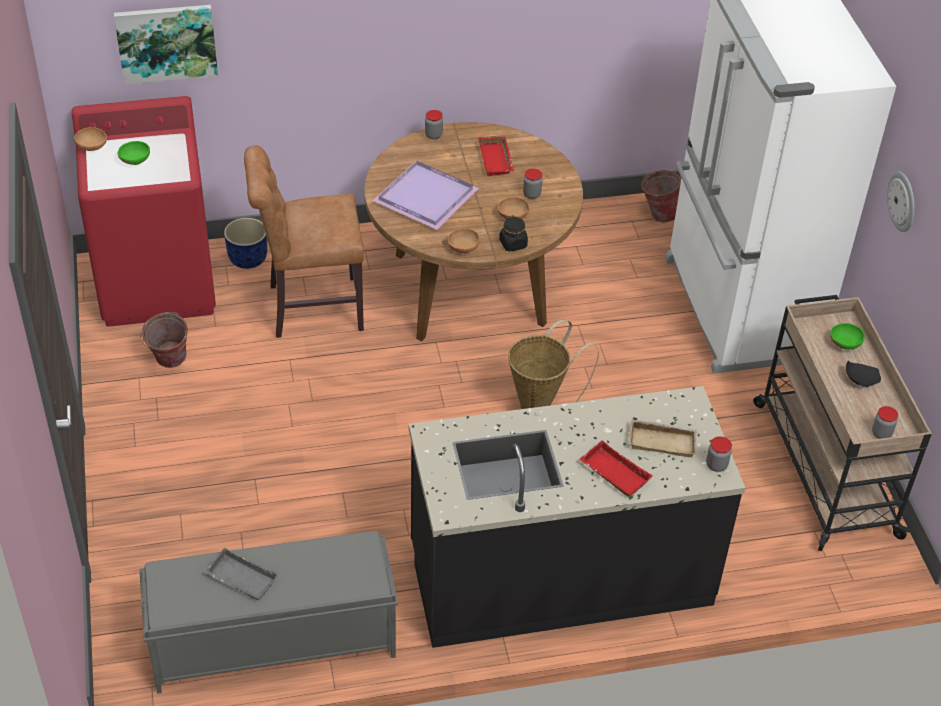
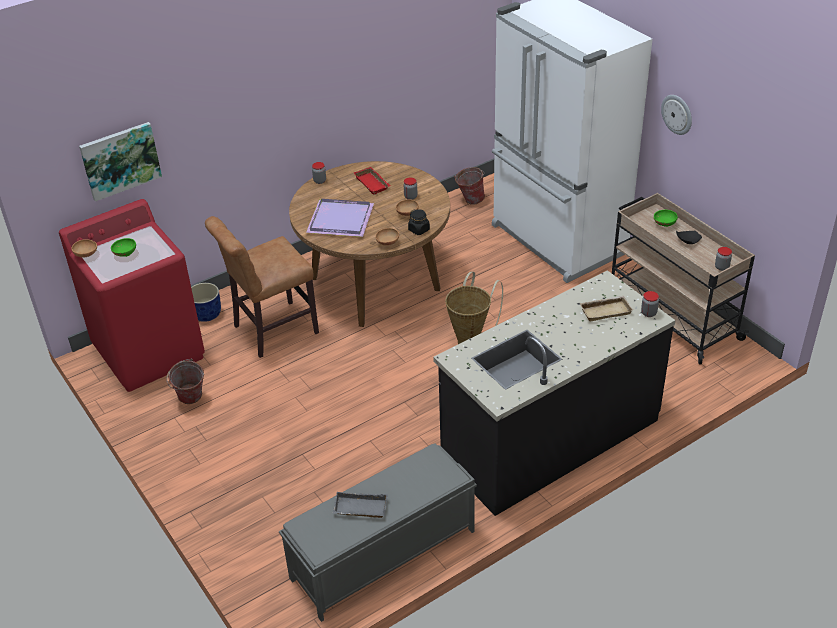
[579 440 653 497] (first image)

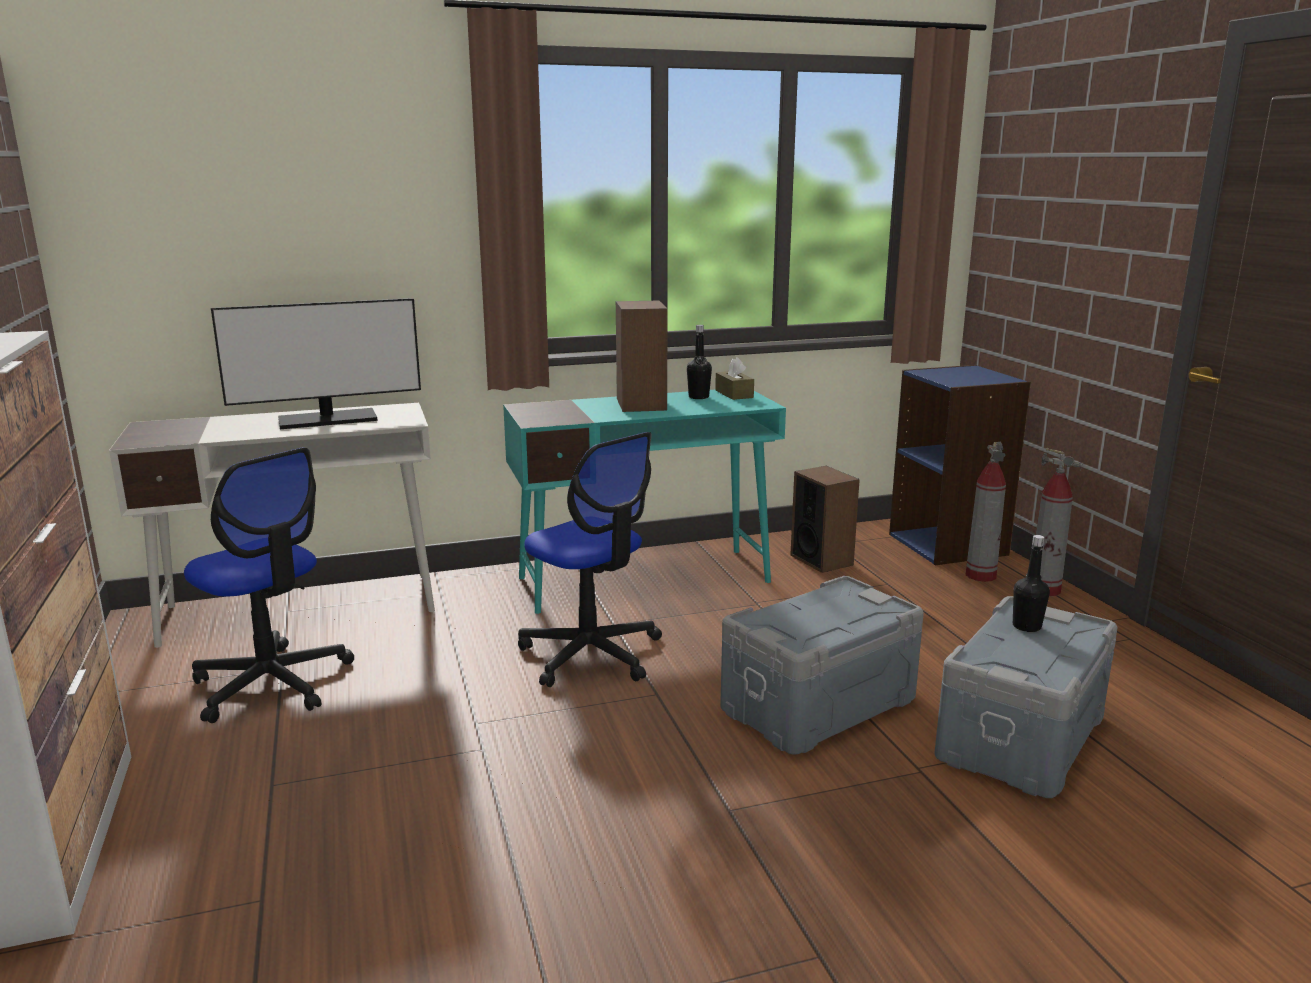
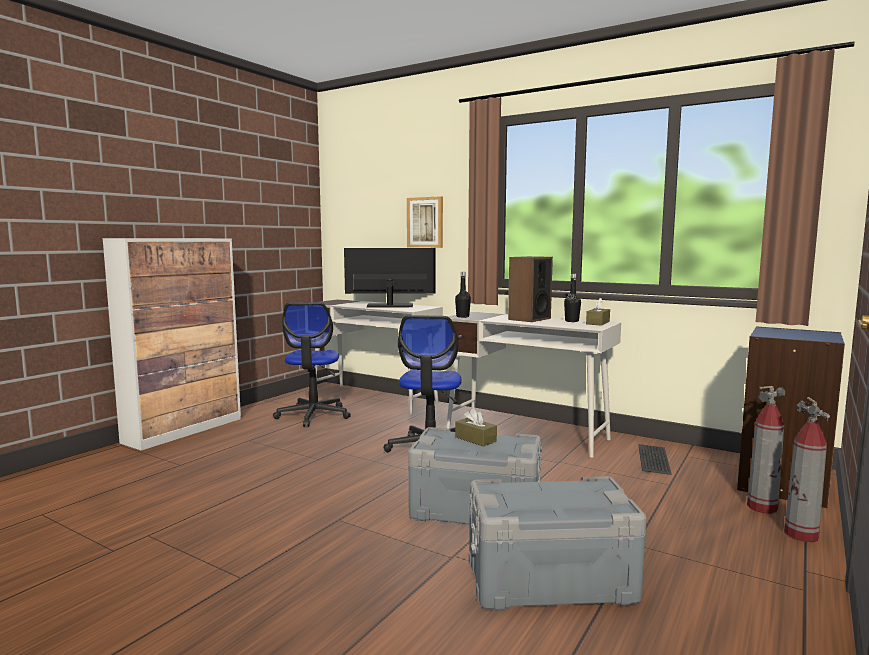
[344 248 435 308]
[407 196 443 248]
[446 311 621 457]
[455 272 471 318]
[455 408 497 447]
[638 444 671 475]

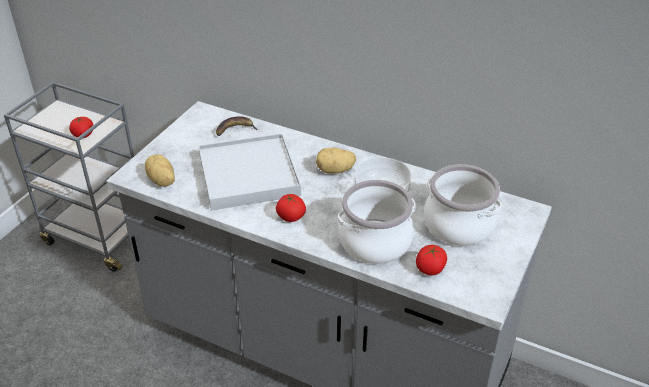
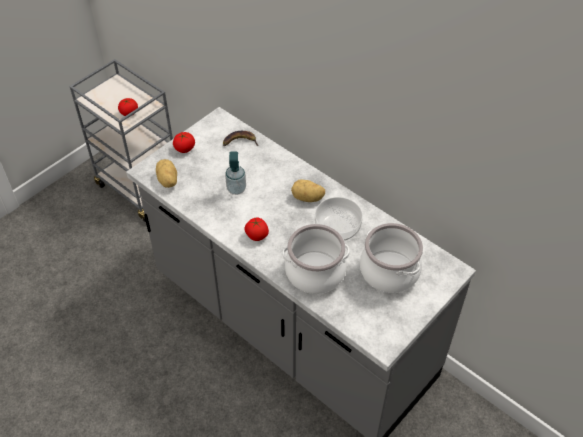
[173 132 195 153]
[225 152 246 195]

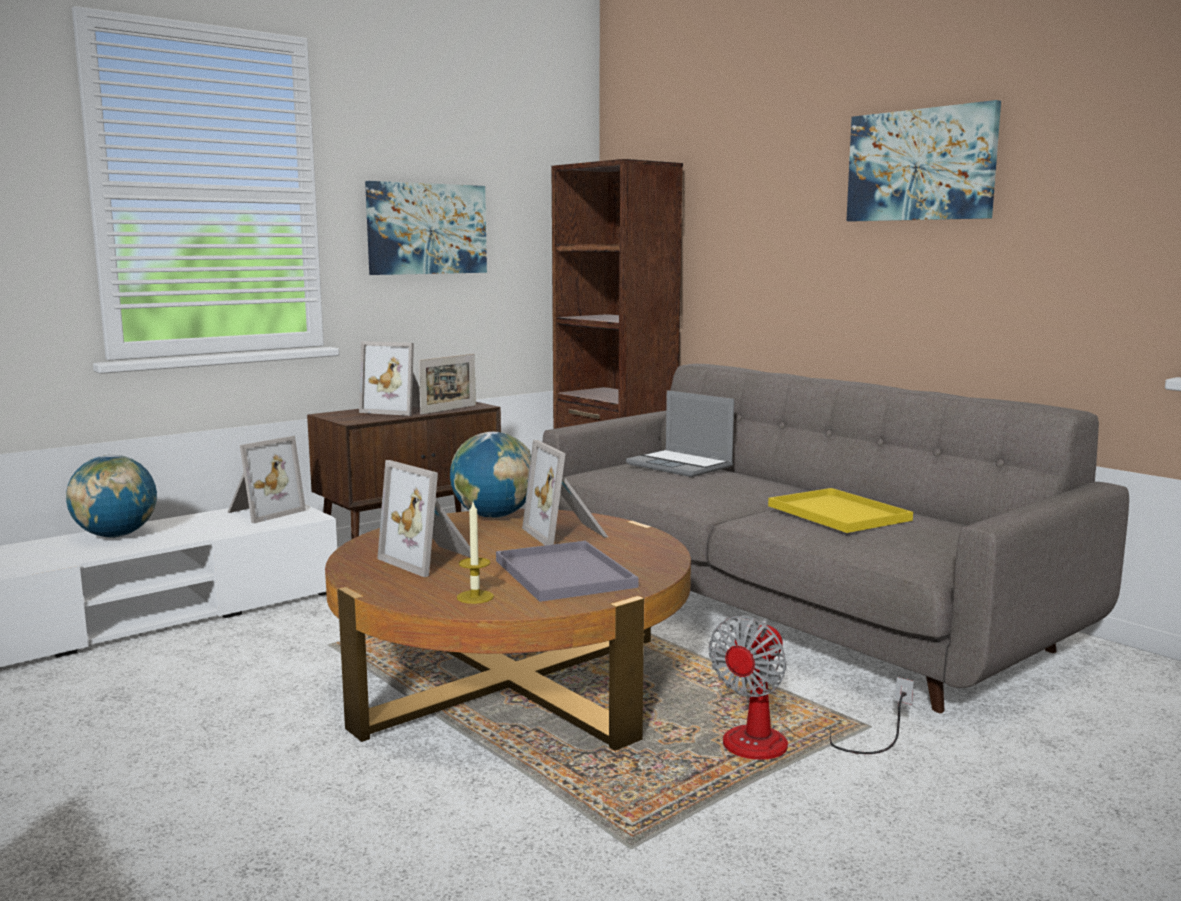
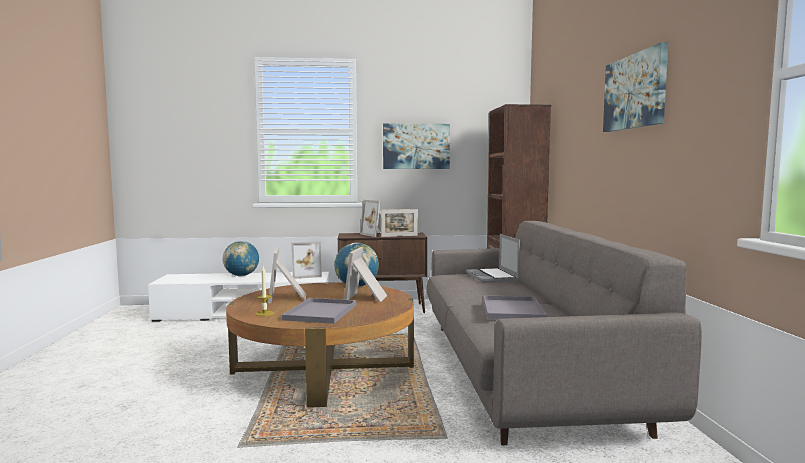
[483 295 547 319]
[709 615 914 760] (first image)

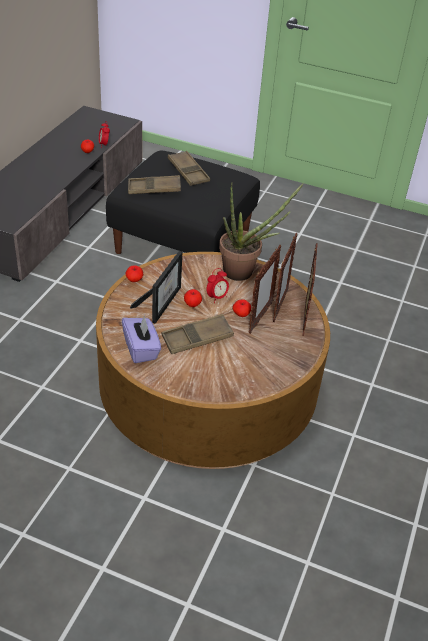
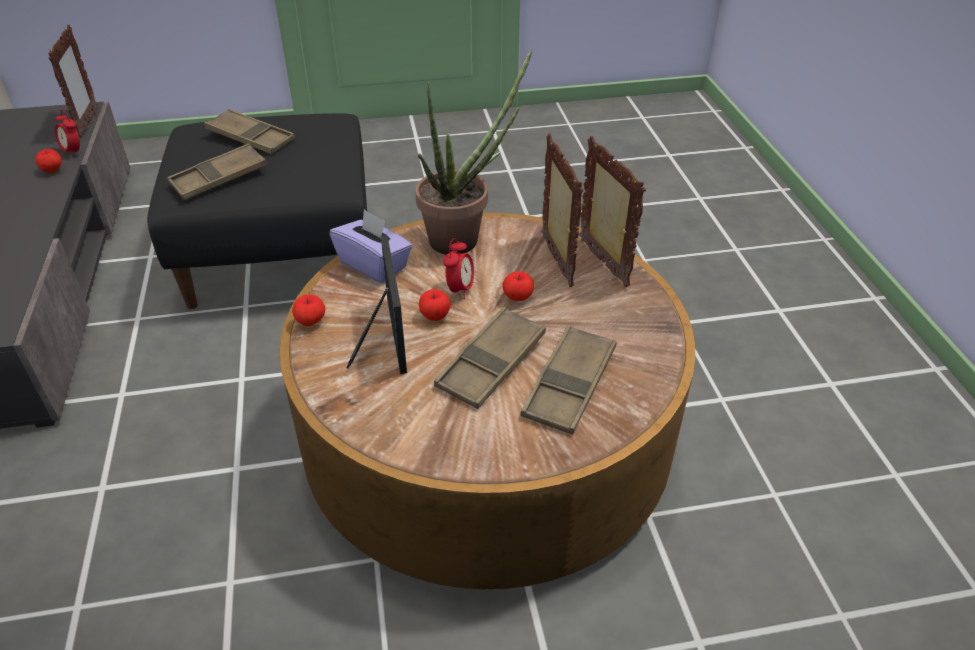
[49 25 98 138]
[329 209 412 283]
[520 325 617 435]

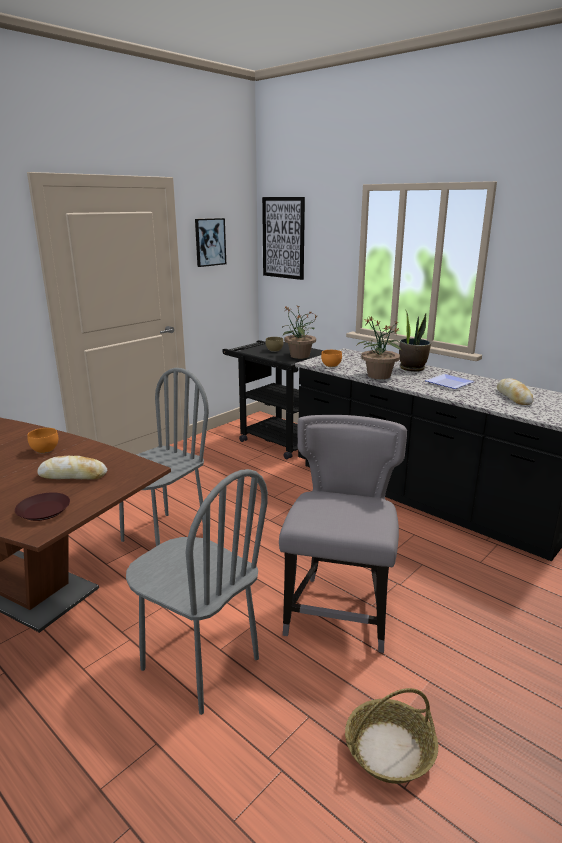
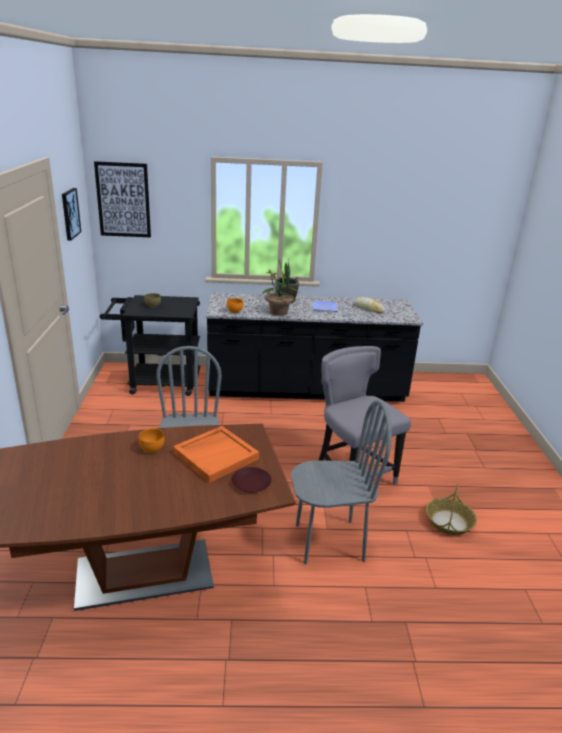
[173 426 259 483]
[283 306 317 359] (first image)

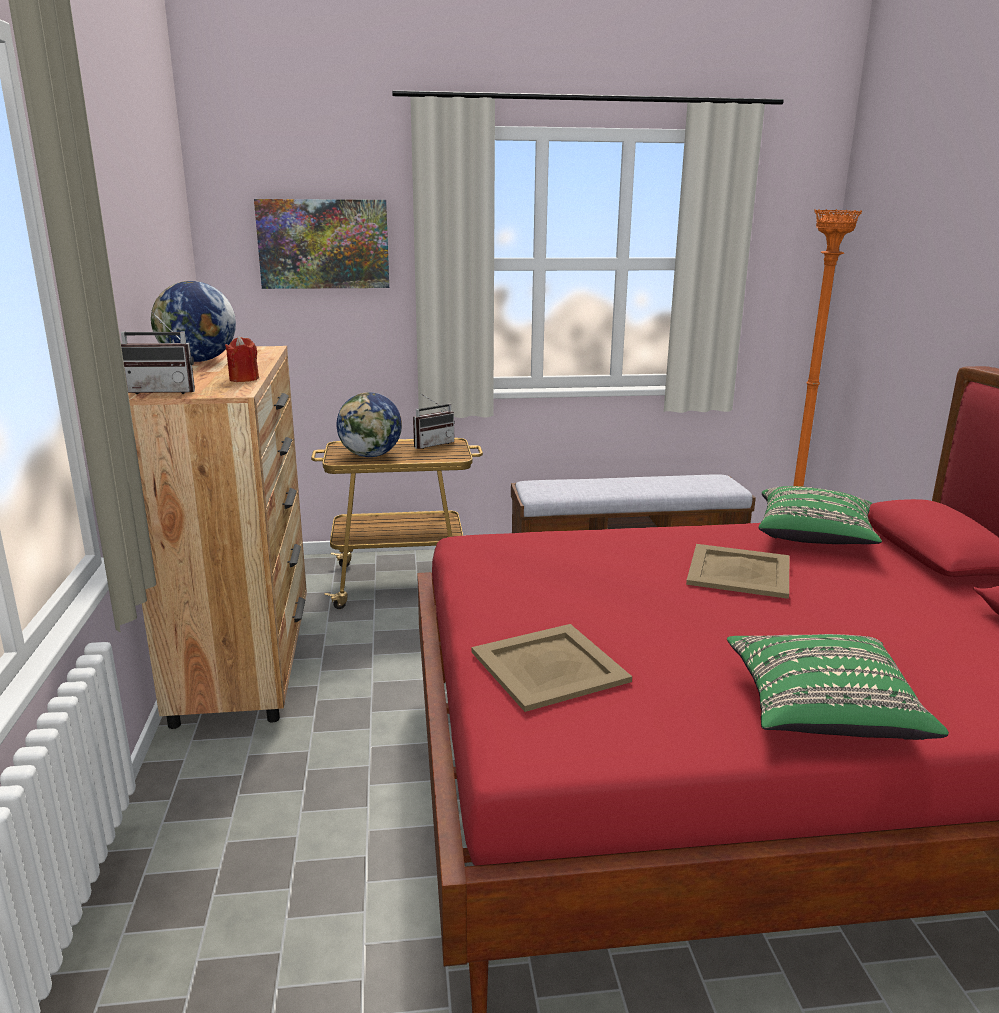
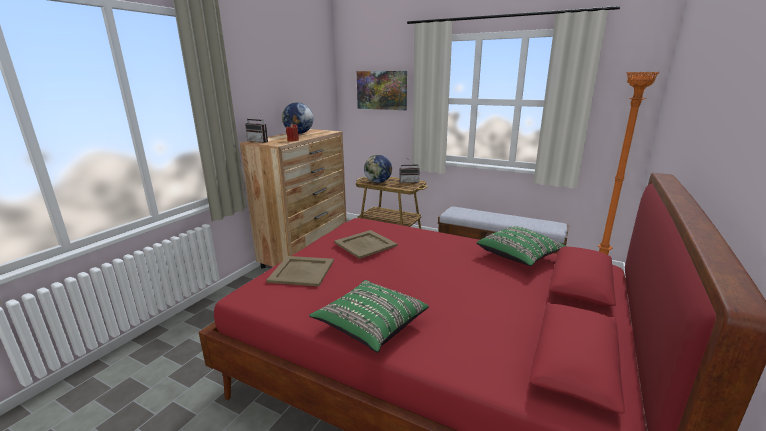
[334 230 397 259]

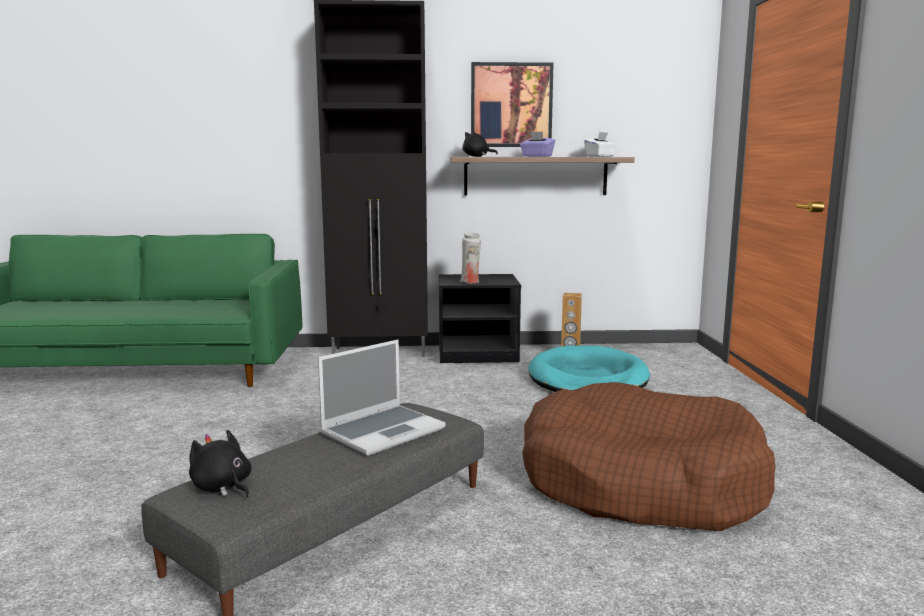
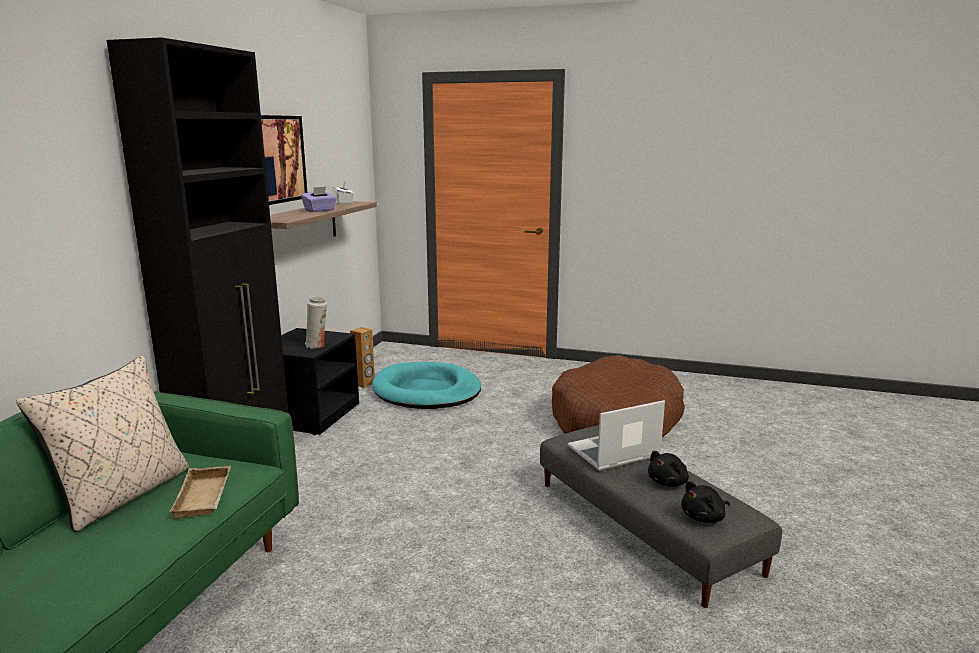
[16 356 189 532]
[169 466 231 519]
[568 400 665 471]
[648 451 689 487]

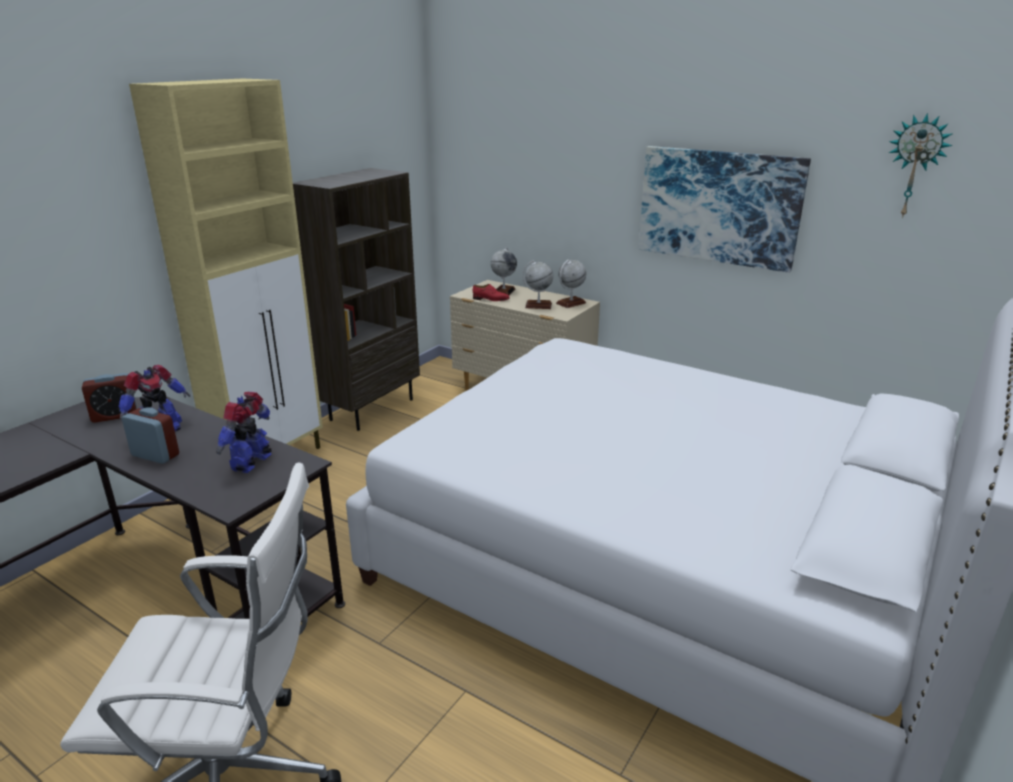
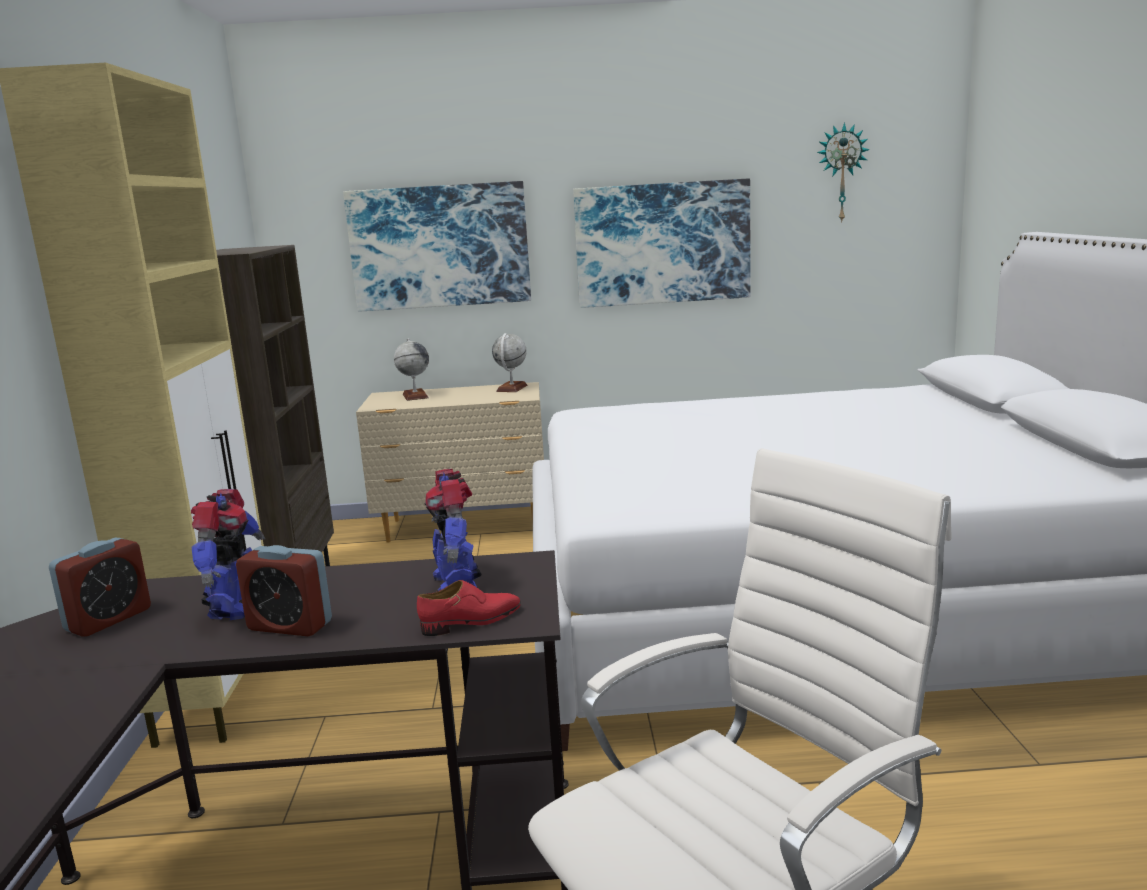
[236 545 332 636]
[343 181 531 312]
[417 580 521 636]
[523 260 553 309] (first image)

